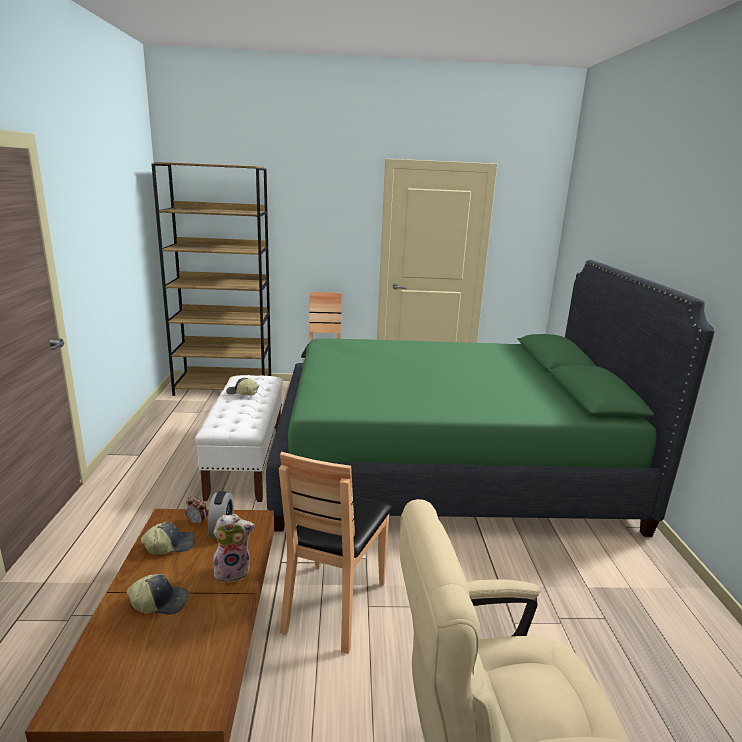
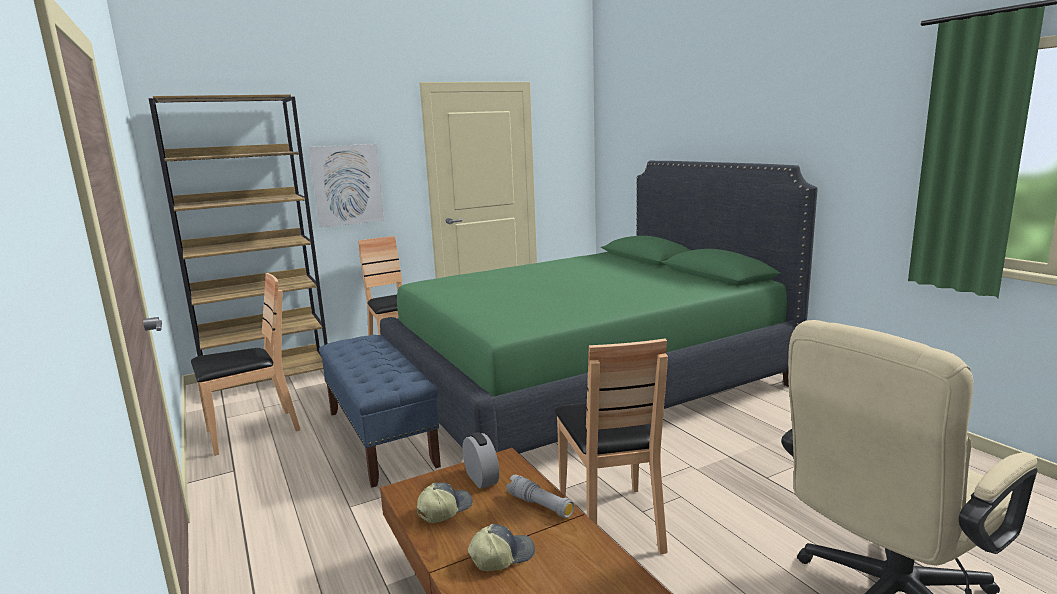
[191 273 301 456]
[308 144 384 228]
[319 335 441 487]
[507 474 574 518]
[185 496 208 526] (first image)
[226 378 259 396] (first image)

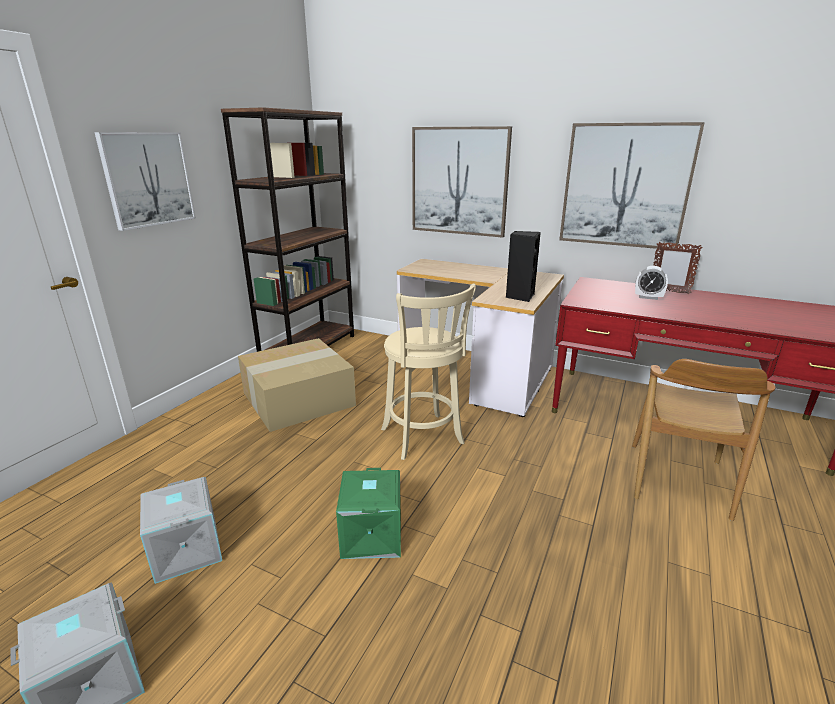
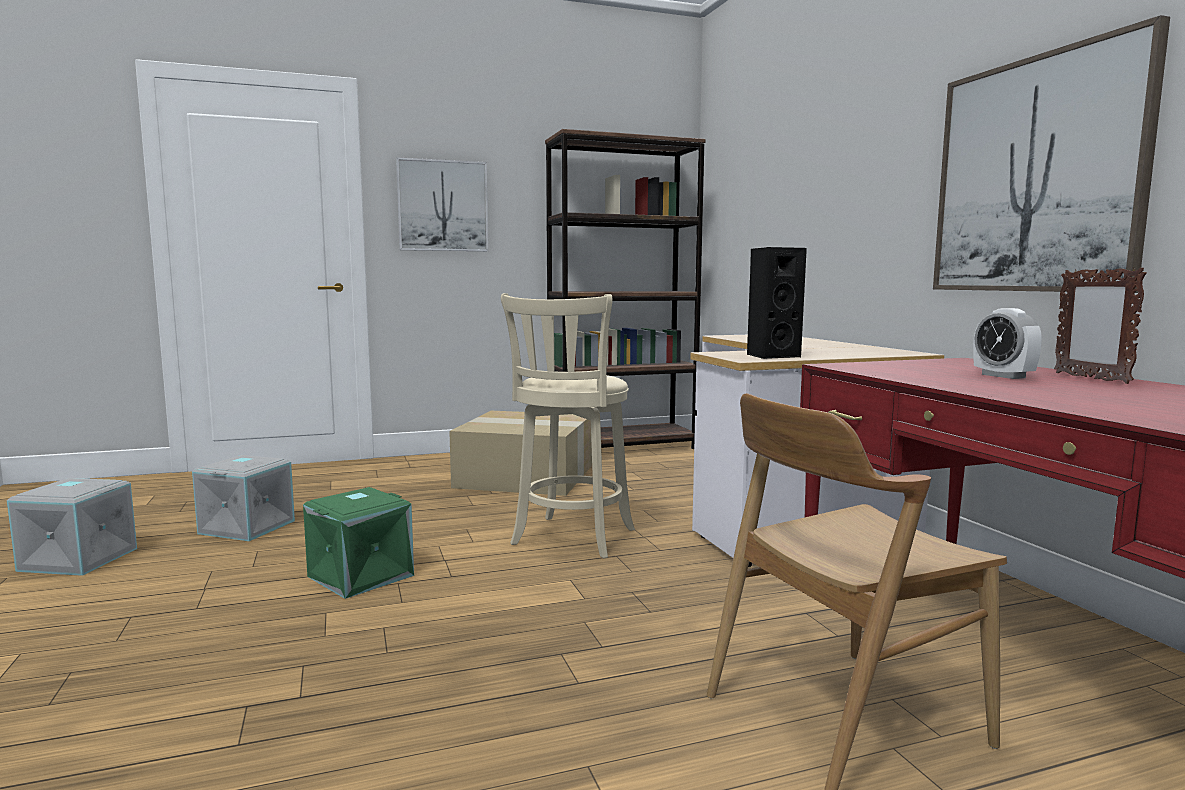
[412 126 512 238] (first image)

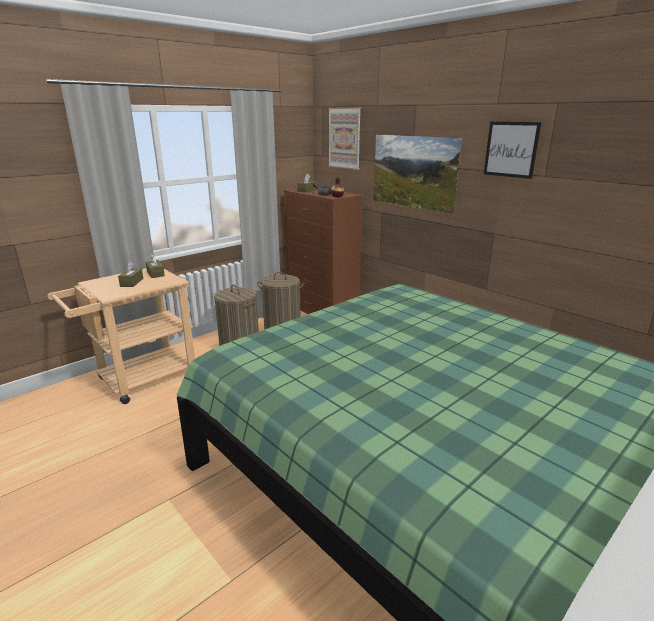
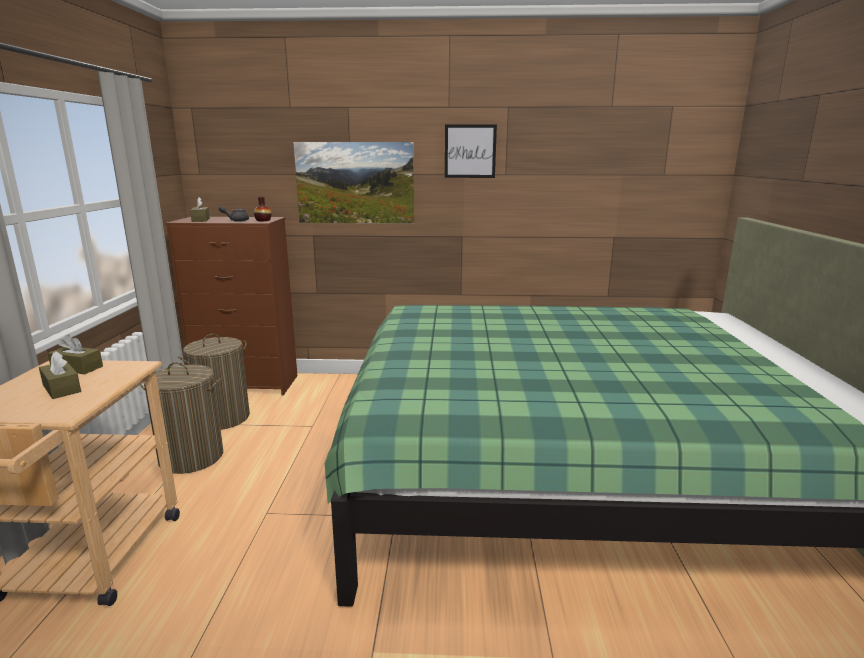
[328 107 361 170] (first image)

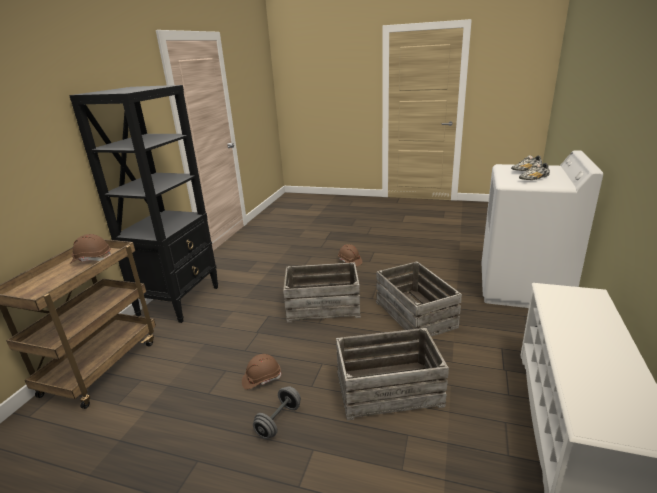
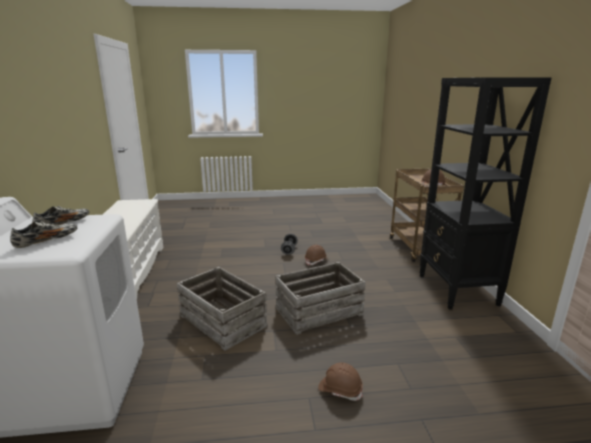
[336 328 449 420] (first image)

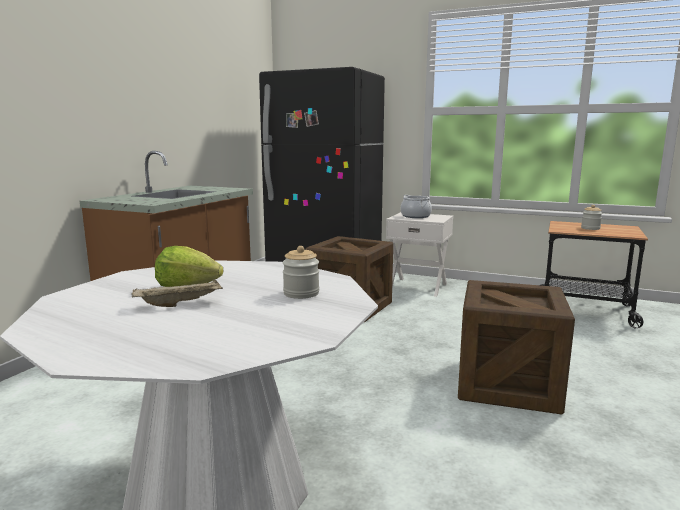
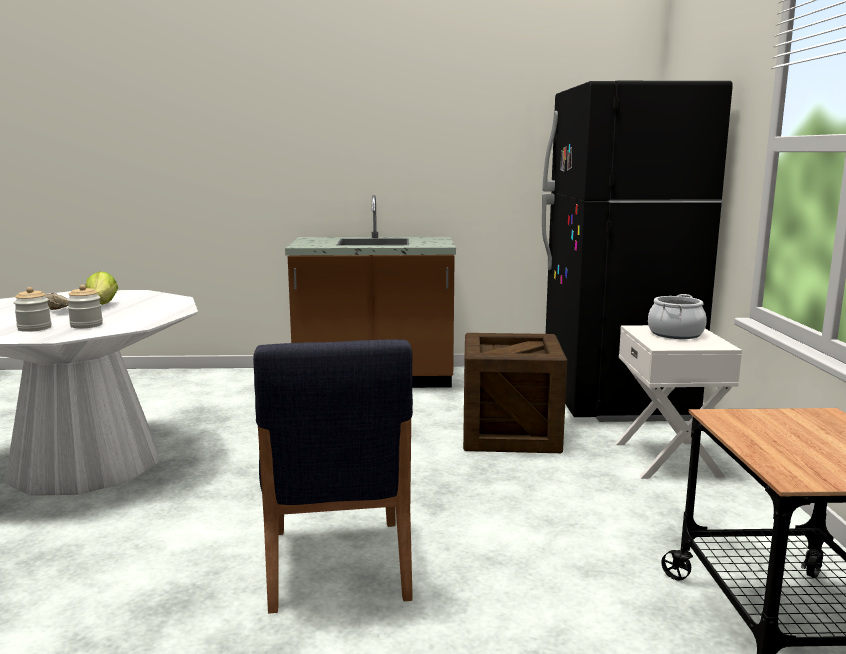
[13 287 52 332]
[253 340 413 614]

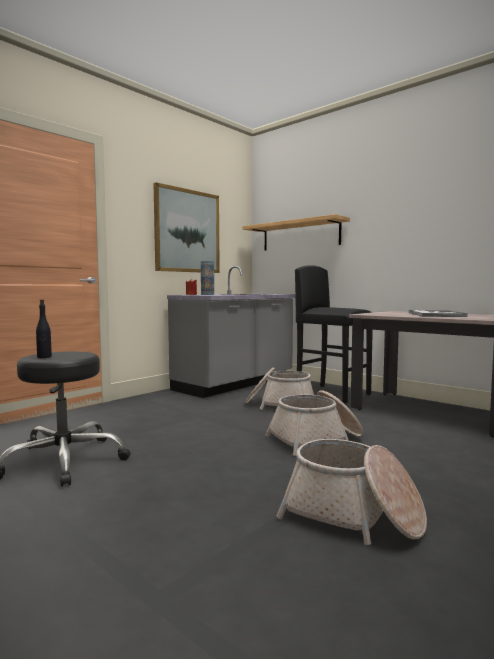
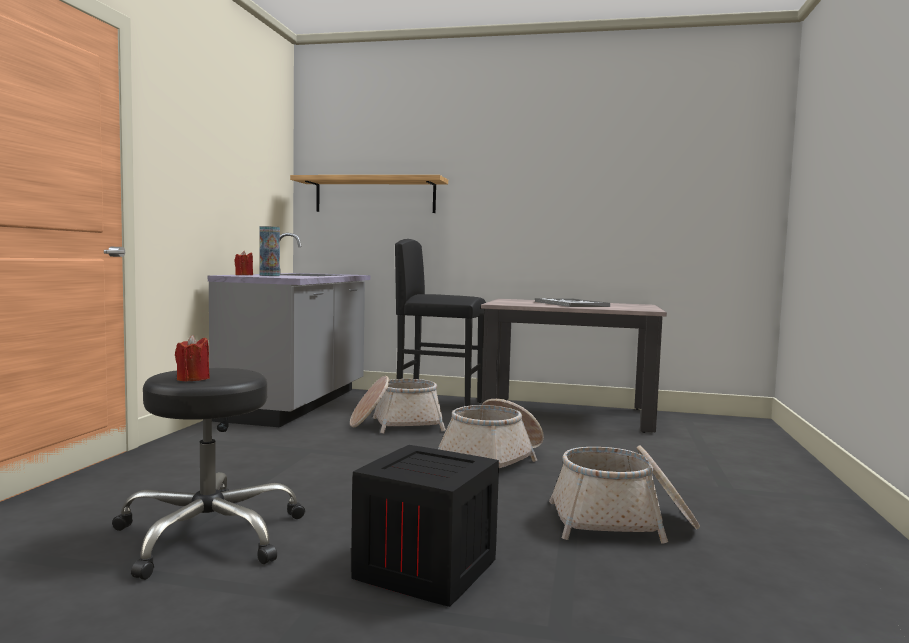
[175 335 210 382]
[351 445 499 607]
[153 182 220 273] (first image)

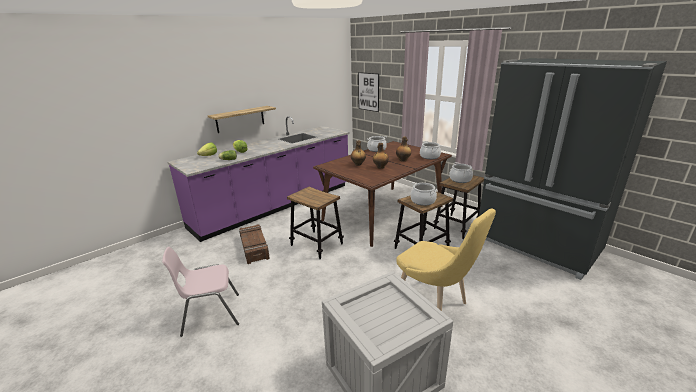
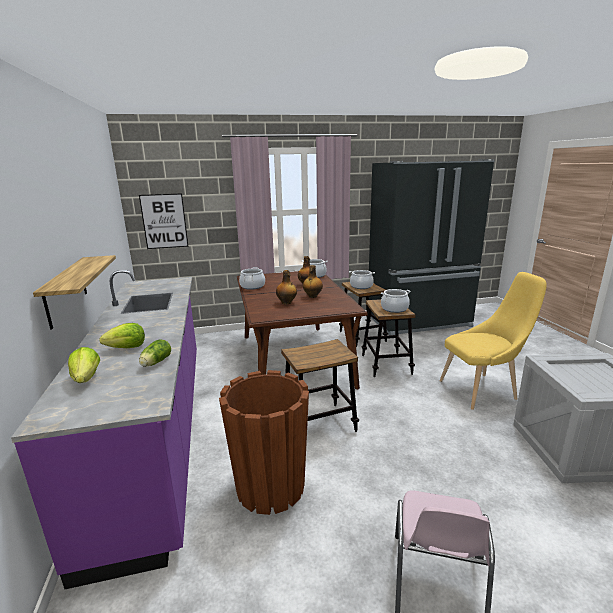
[219 370 309 515]

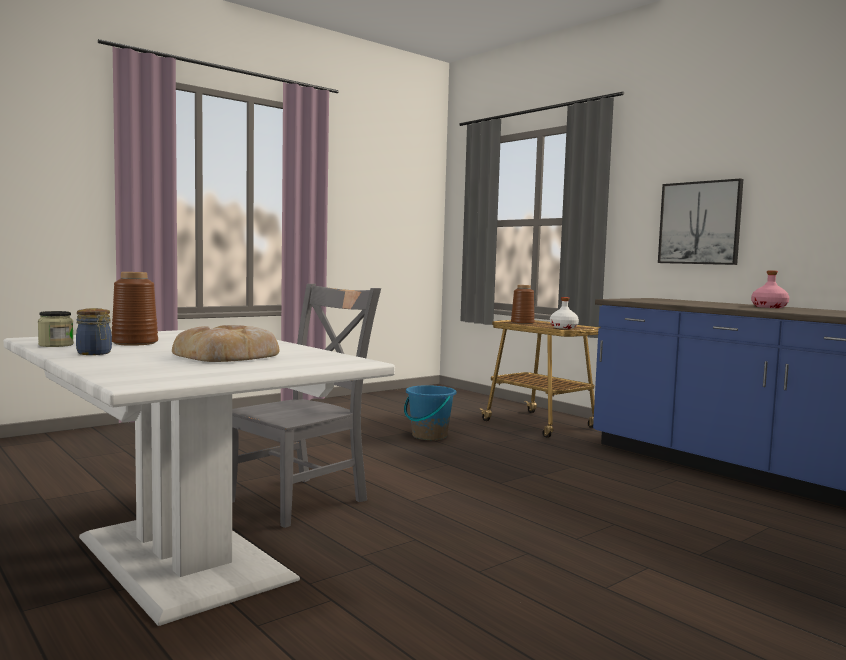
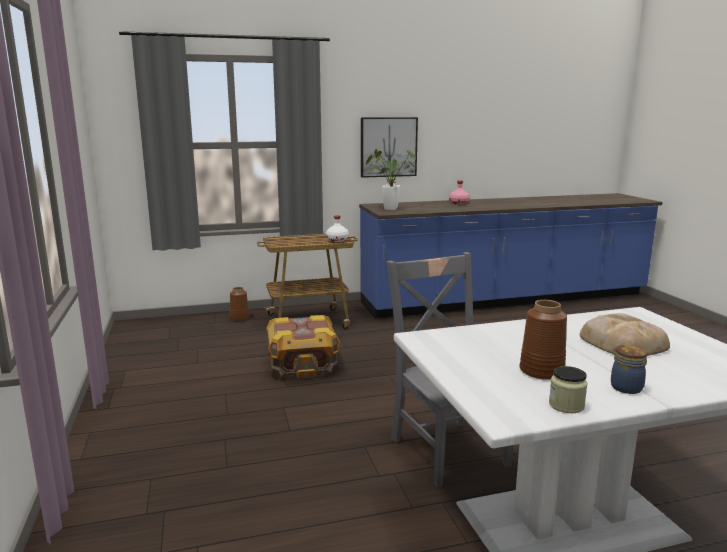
[230 287 249 321]
[266 315 340 380]
[365 149 416 210]

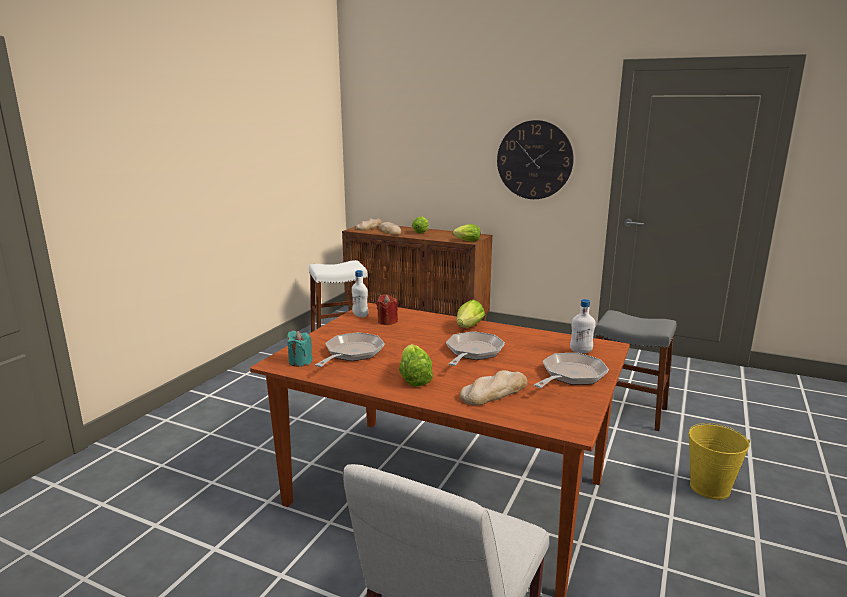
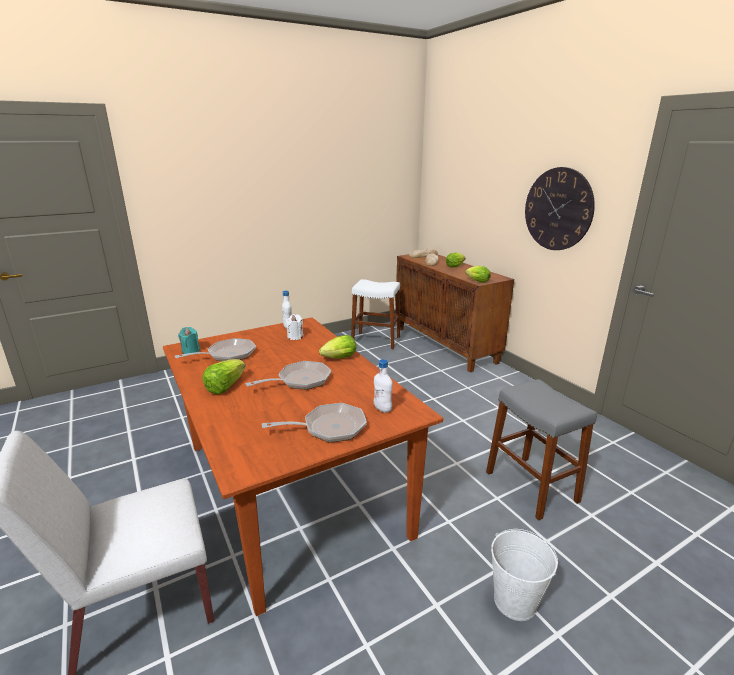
[286 314 303 340]
[491 529 558 621]
[460 370 528 405] (first image)

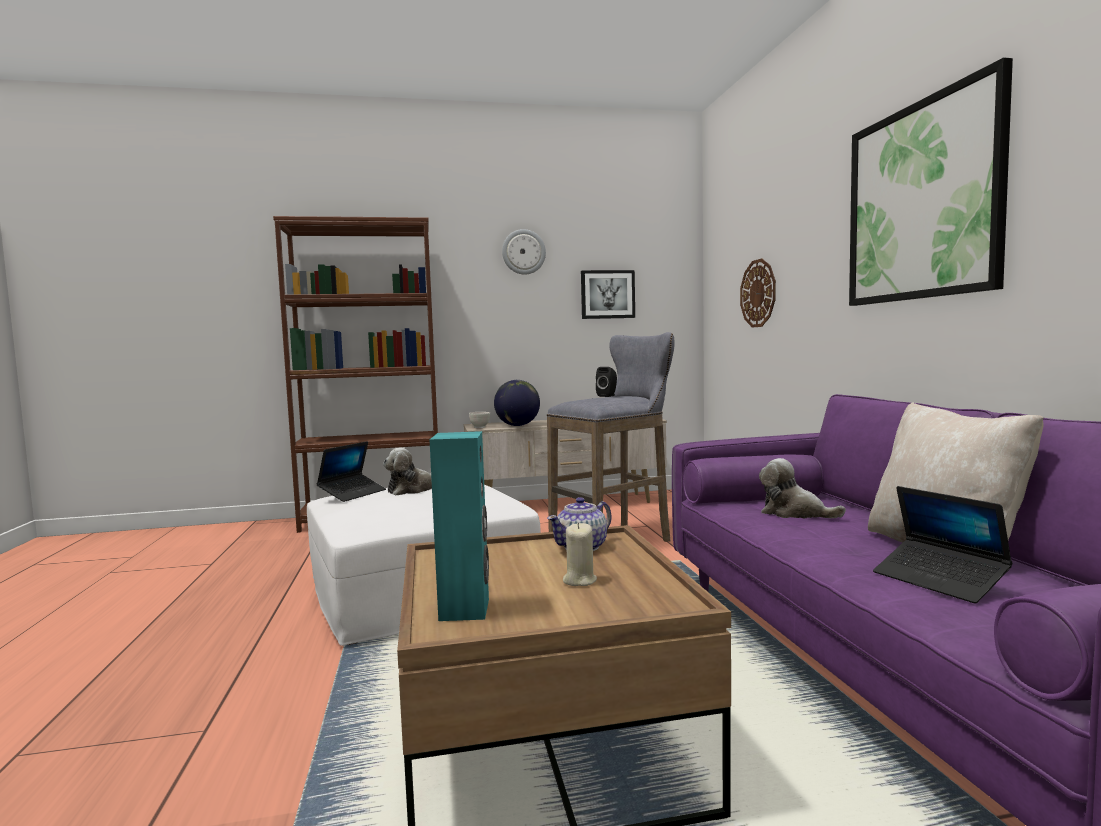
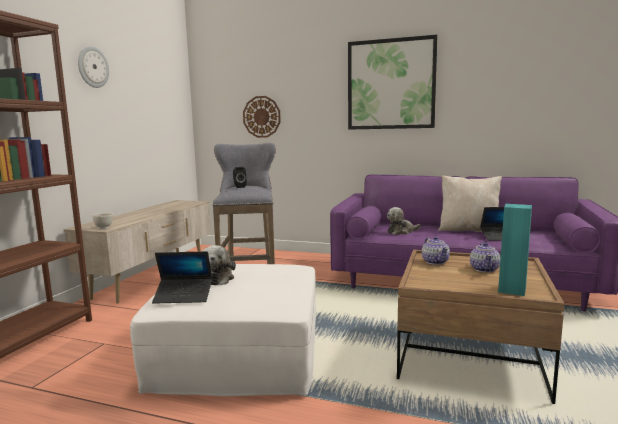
[152 251 212 304]
[470 242 500 273]
[494 380 540 426] (first image)
[581 270 635 319] (first image)

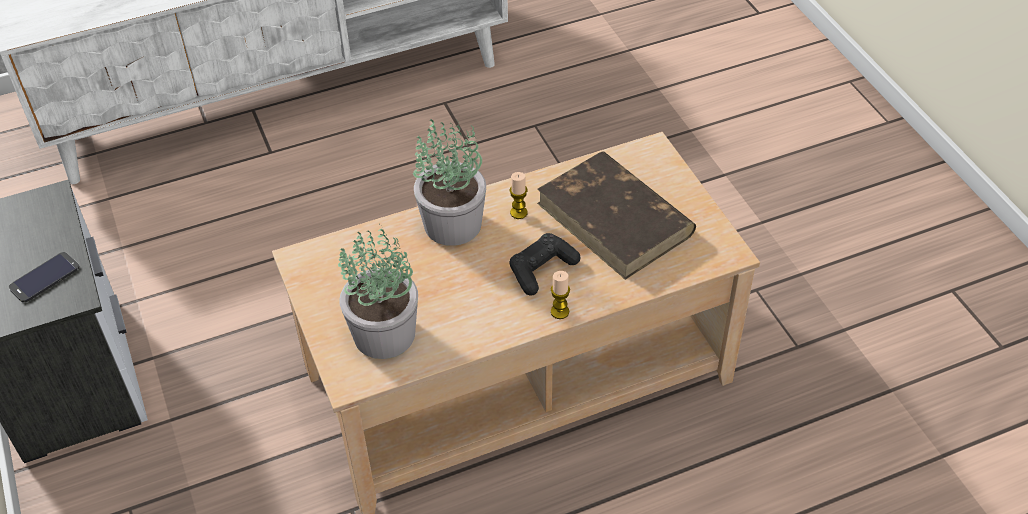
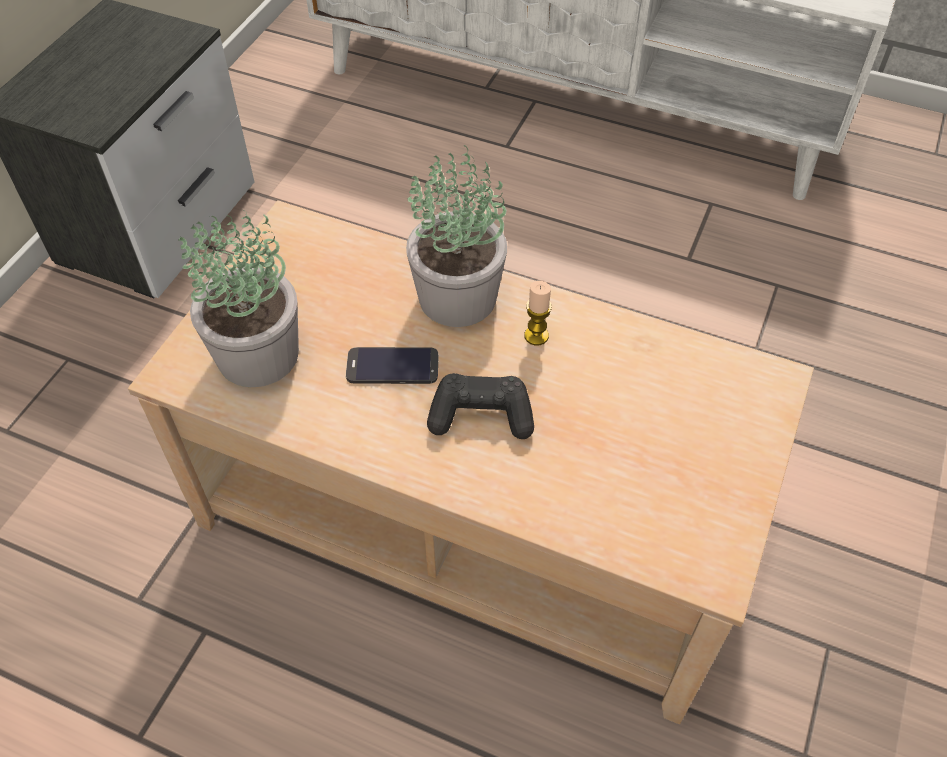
[346 347 438 384]
[537 152 696 280] (first image)
[551 271 570 319] (first image)

